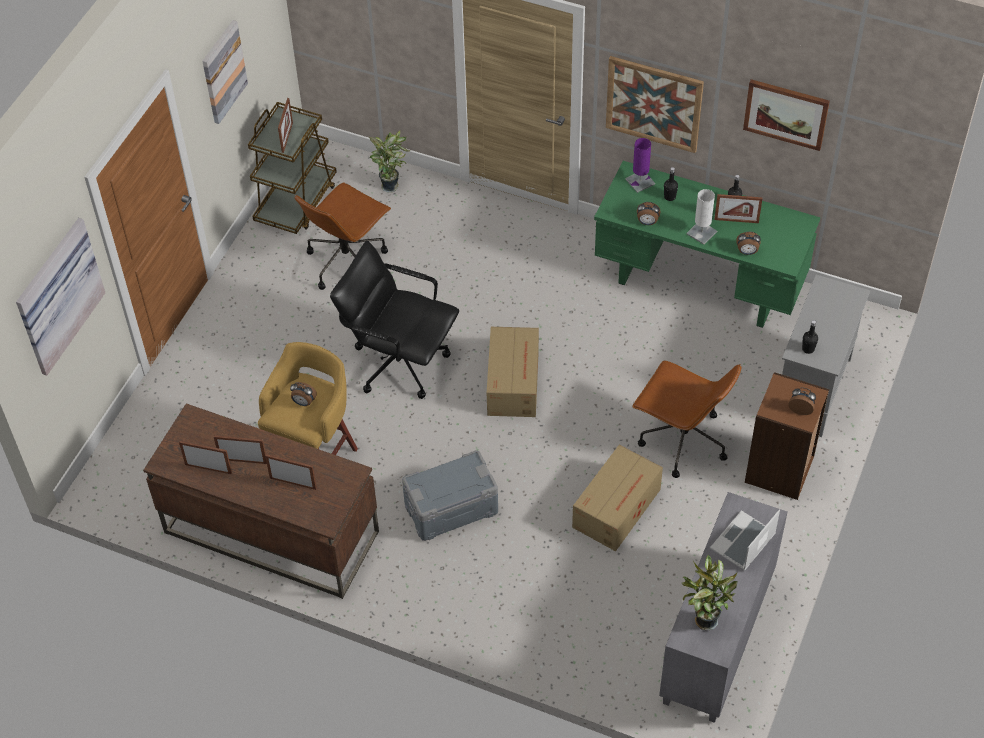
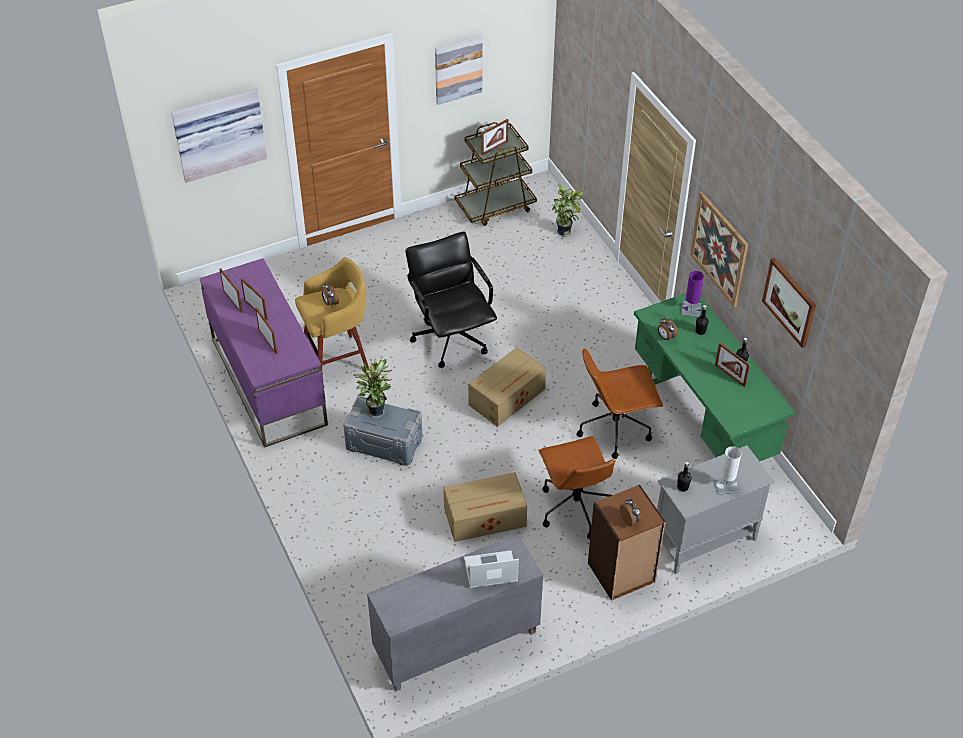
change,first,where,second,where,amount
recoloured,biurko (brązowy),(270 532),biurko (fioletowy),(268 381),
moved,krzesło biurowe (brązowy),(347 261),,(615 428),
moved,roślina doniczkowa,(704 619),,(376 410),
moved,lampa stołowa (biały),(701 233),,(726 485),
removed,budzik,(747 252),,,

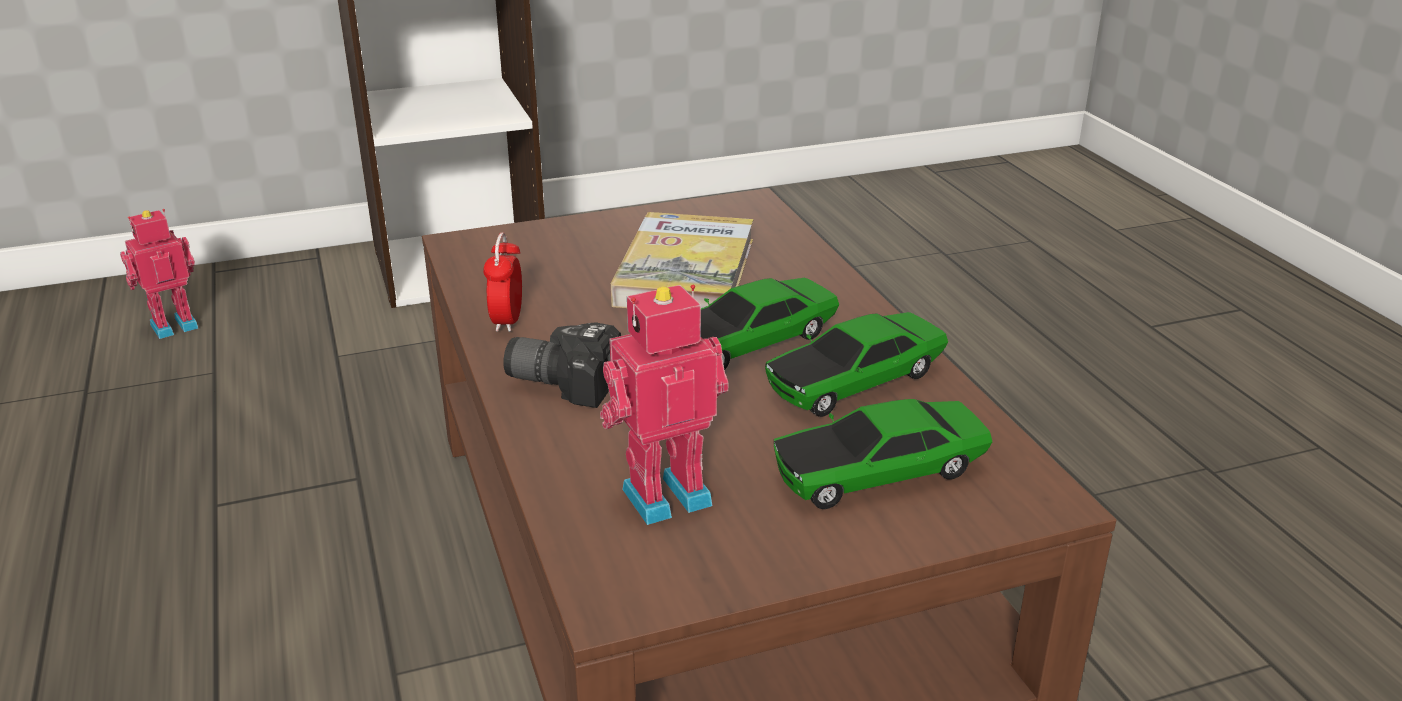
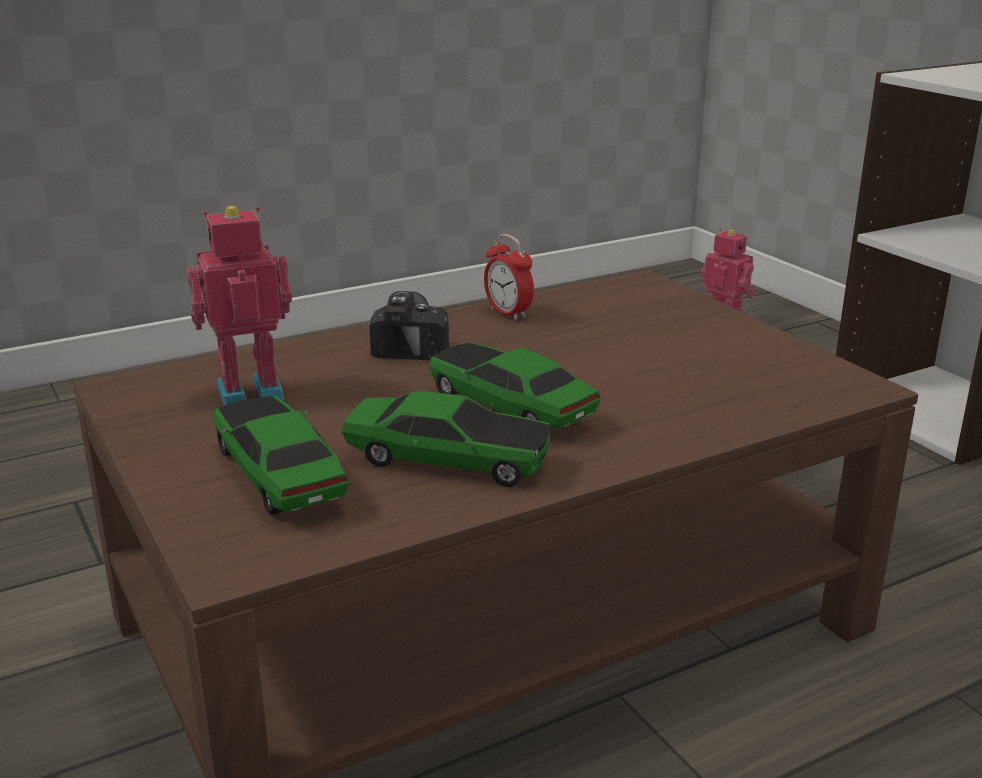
change,first,where,second,where,amount
turned,budzik,(507 321),,(508 313),120 degrees counterclockwise
turned,robot zabawkowy,(664 494),,(249 391),75 degrees counterclockwise
removed,książka,(685 271),,,
turned,samochodzik,(855 381),,(448 460),150 degrees clockwise

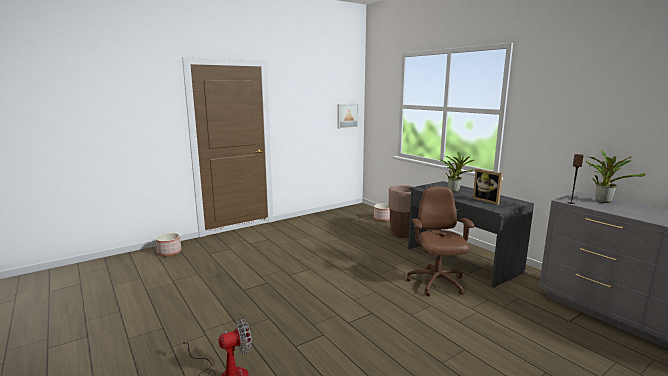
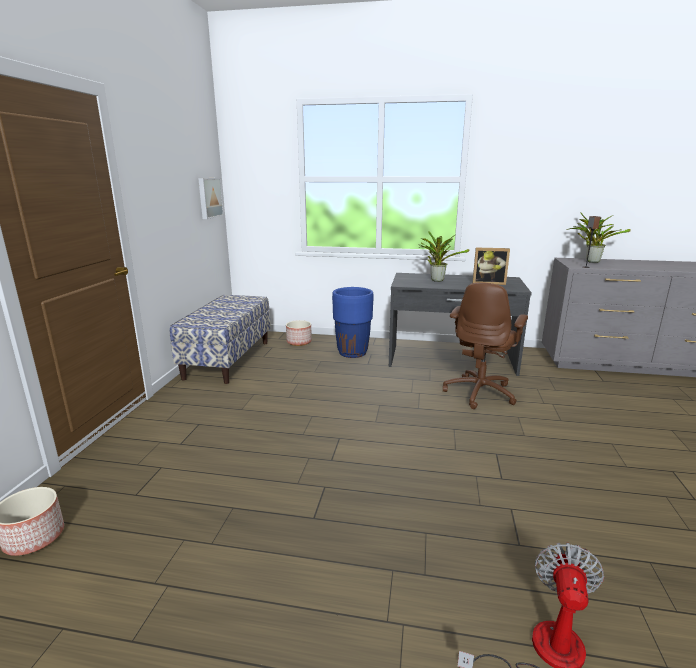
change,first,where,second,where,amount
recoloured,donica (brązowy),(401 234),donica (niebieski),(352 353),
turned,krzesło biurowe (brązowy),(436 283),,(480 392),105 degrees counterclockwise
added,,,ławka,(228 359),

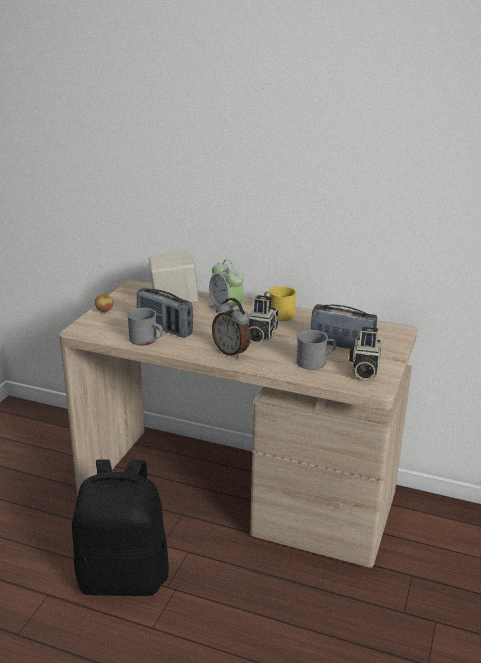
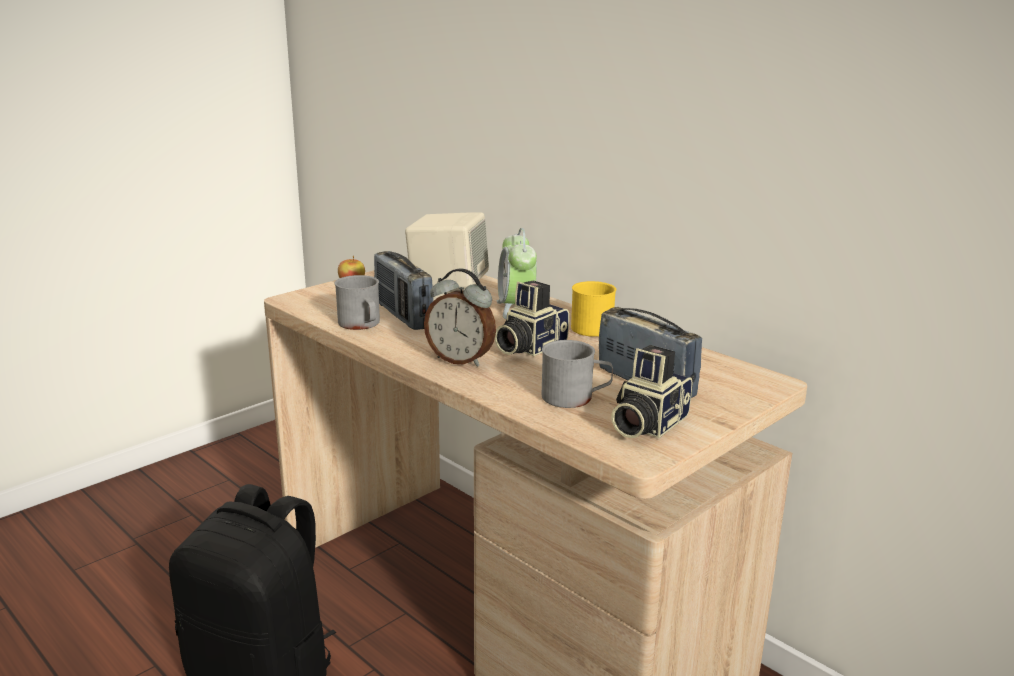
change,first,where,second,where,amount
turned,budzik,(231 352),,(461 360),45 degrees counterclockwise

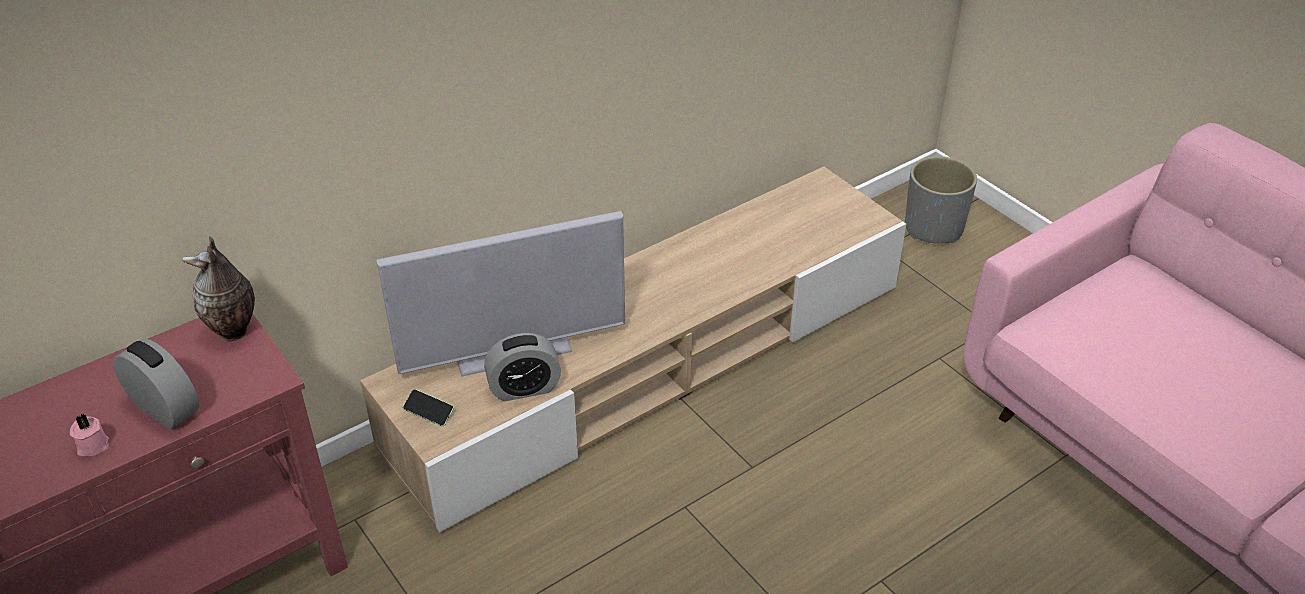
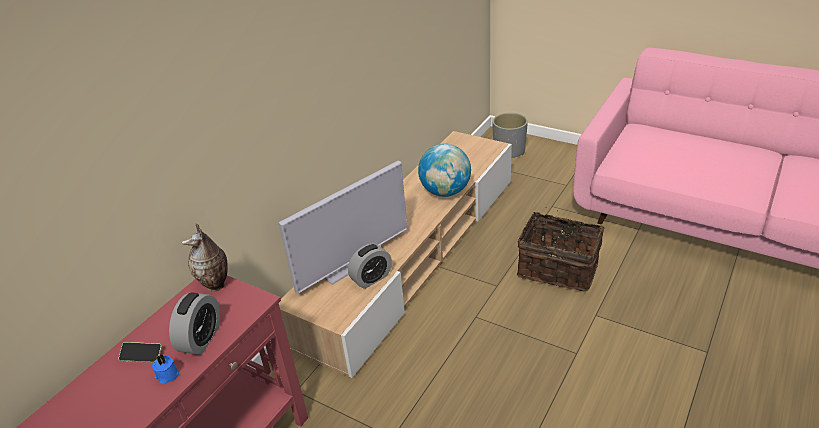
change,first,where,second,where,amount
recoloured,świeca (różowy),(92 445),świeca (niebieski),(167 375),
turned,budzik,(165 408),,(201 339),90 degrees clockwise
moved,telefon,(429 412),,(142 356),
added,,,globus,(445 192),
added,,,koszyk,(558 267),

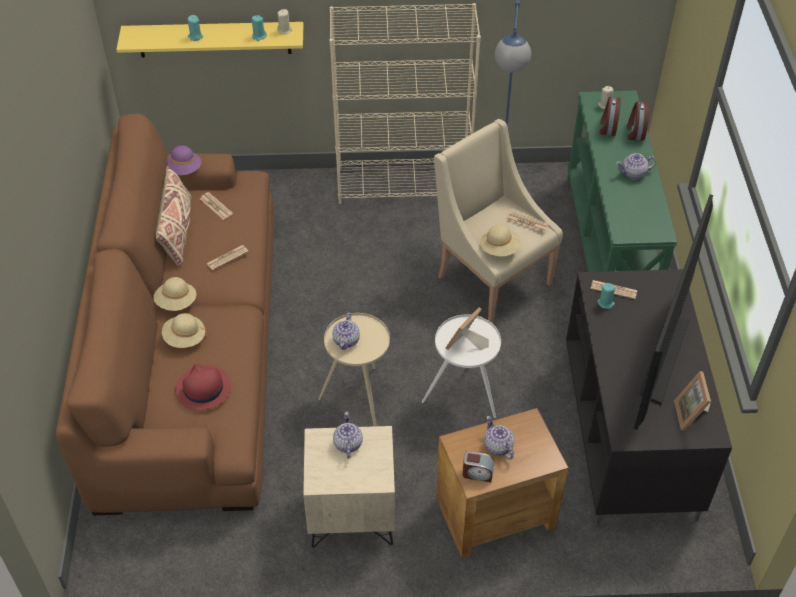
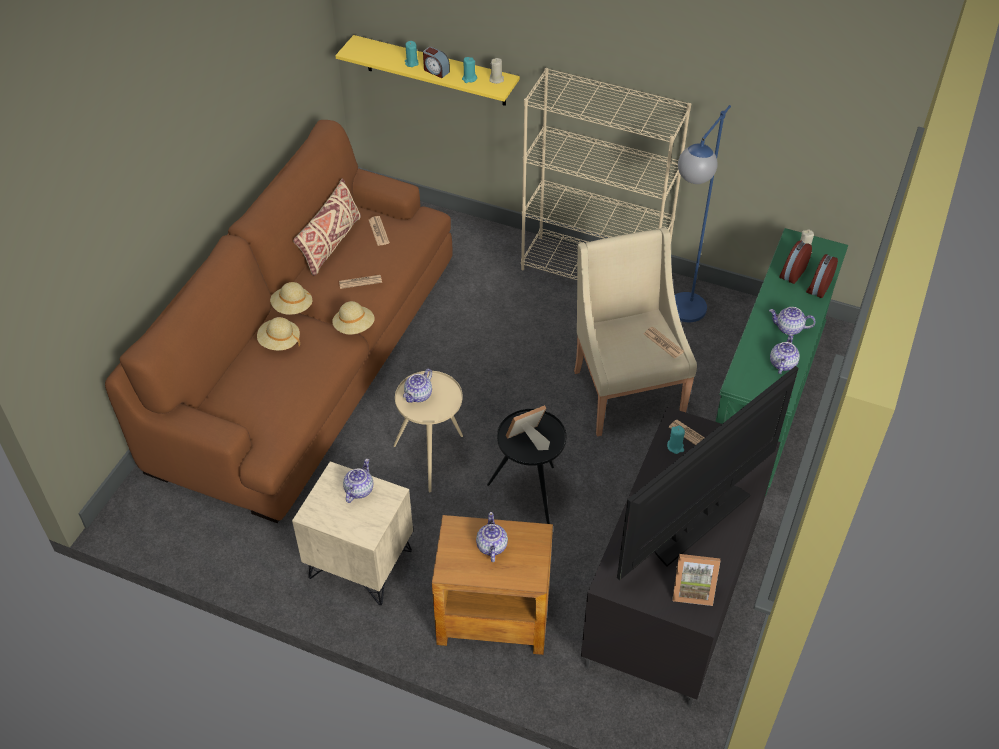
change,first,where,second,where,amount
removed,kapelusz (fioletowy),(183 170),,,
removed,kapelusz (czerwony),(203 388),,,
recoloured,stolik (biały),(463 397),stolik (czarny),(529 495),
moved,budzik,(477 473),,(436 71),
moved,kapelusz (beżowy),(500 249),,(354 327),
turned,ramka na zdjęcie,(692 415),,(692 589),105 degrees counterclockwise
added,,,imbryk,(782 363),

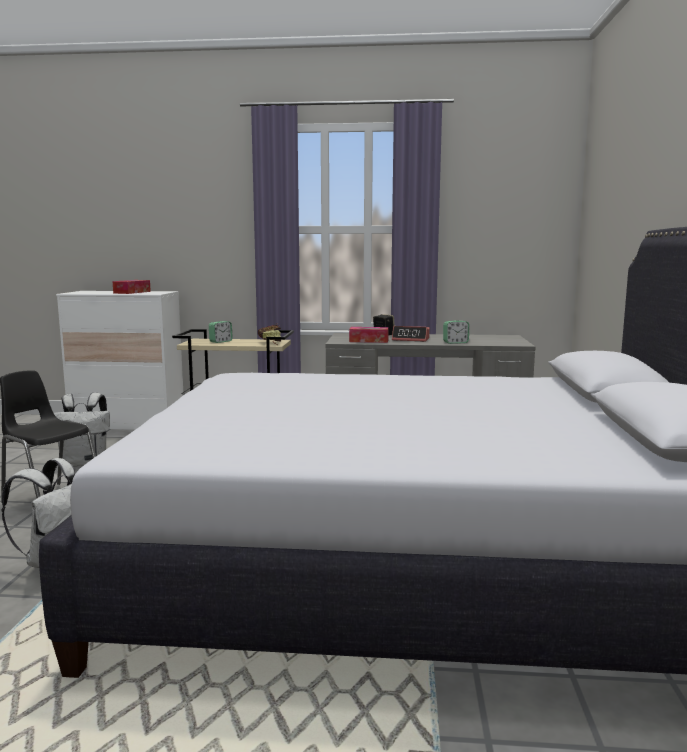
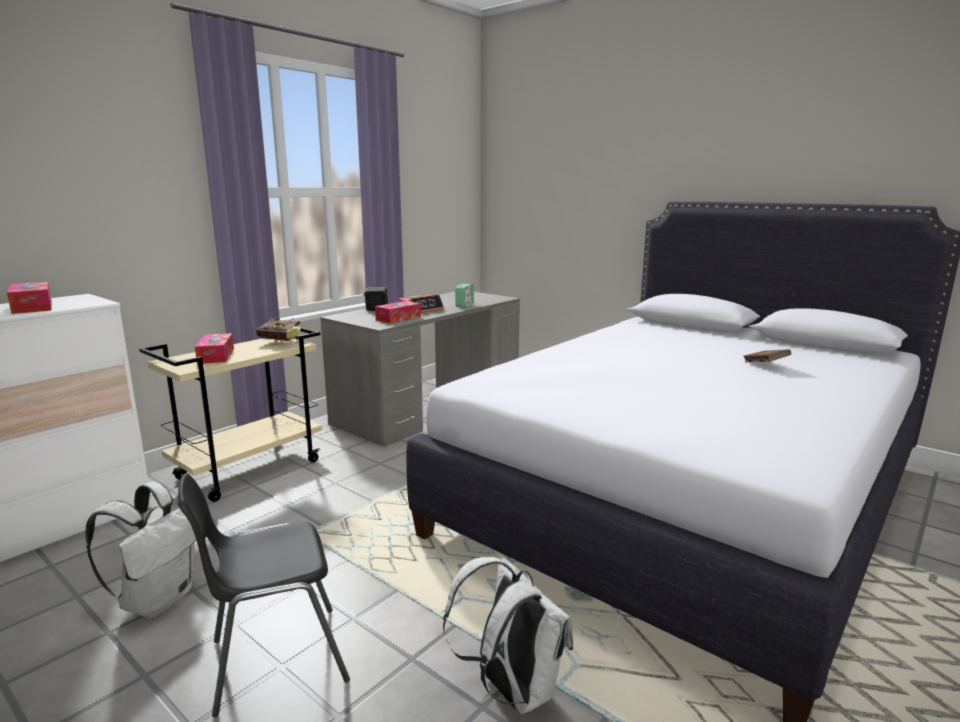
change,first,where,second,where,amount
replaced,budzik,(220 341),pudełko chusteczek,(216 356),
added,,,książka (brązowy),(765 366),

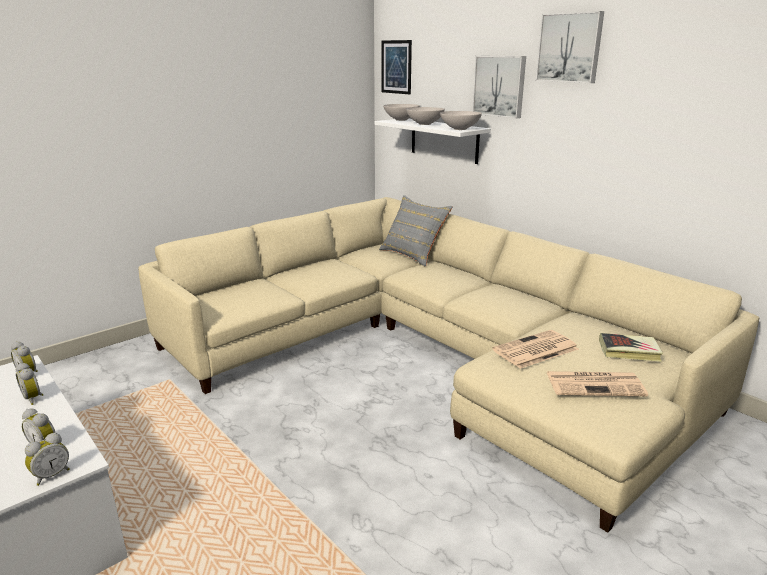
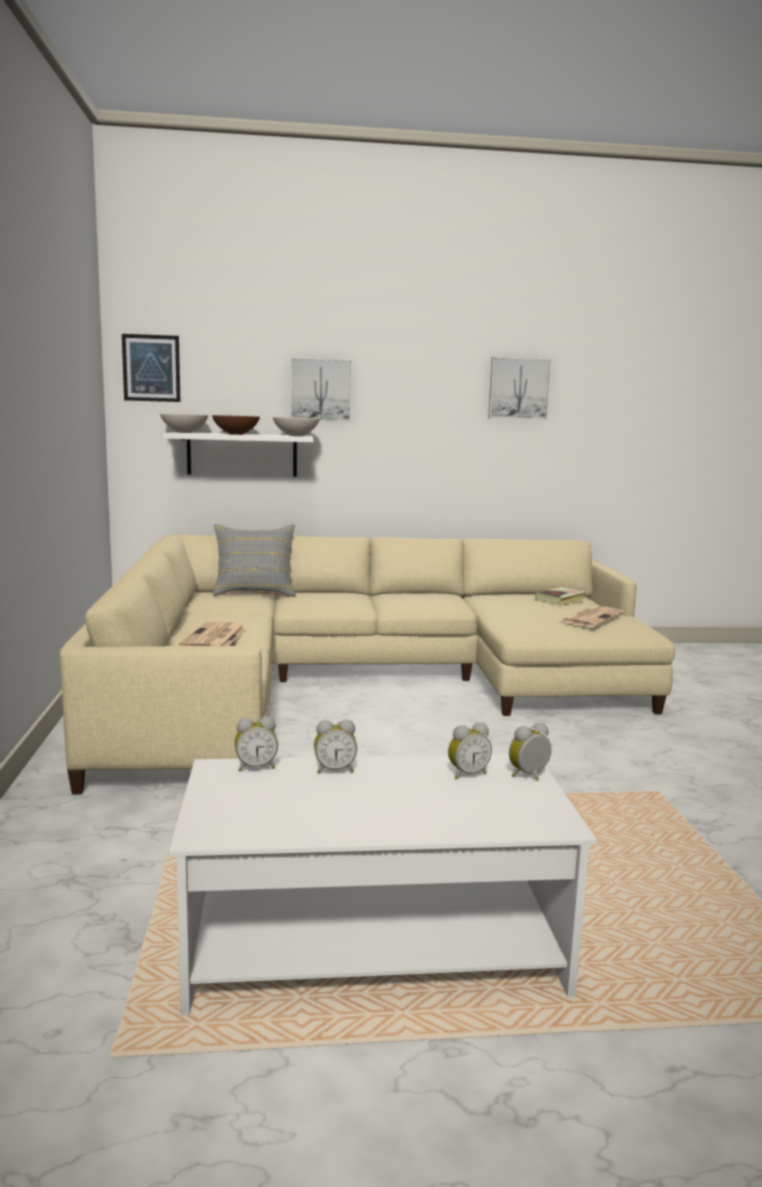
change,first,where,second,where,amount
turned,budzik,(51 475),,(530 776),105 degrees counterclockwise
recoloured,miska (biały),(424 124),miska (brązowy),(236 434),
moved,gazeta,(535 350),,(214 638),
moved,obraz,(570 48),,(518 388),

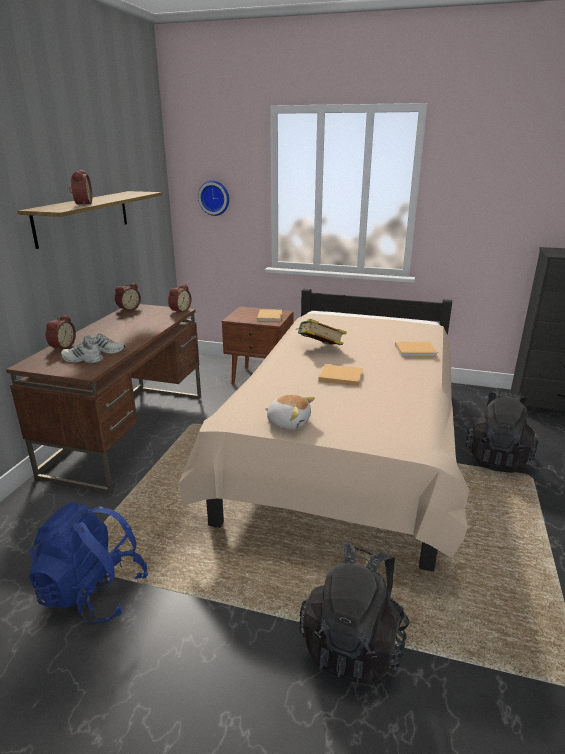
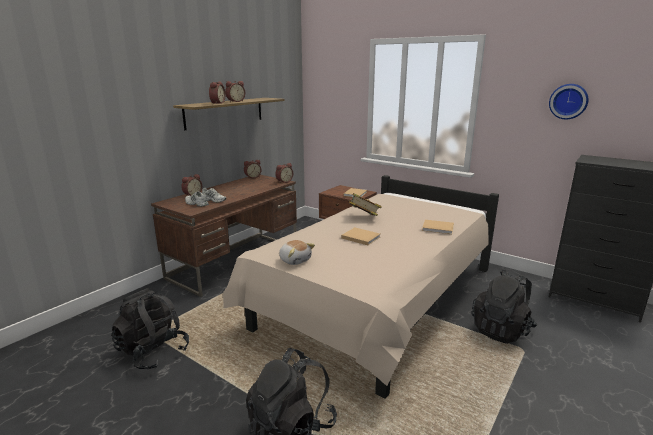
change,first,where,second,where,amount
recoloured,plecak (niebieski),(93 592),plecak (czarny),(153 352),
moved,zegar ścienny,(214 197),,(568 101),
added,,,budzik,(235 101),

